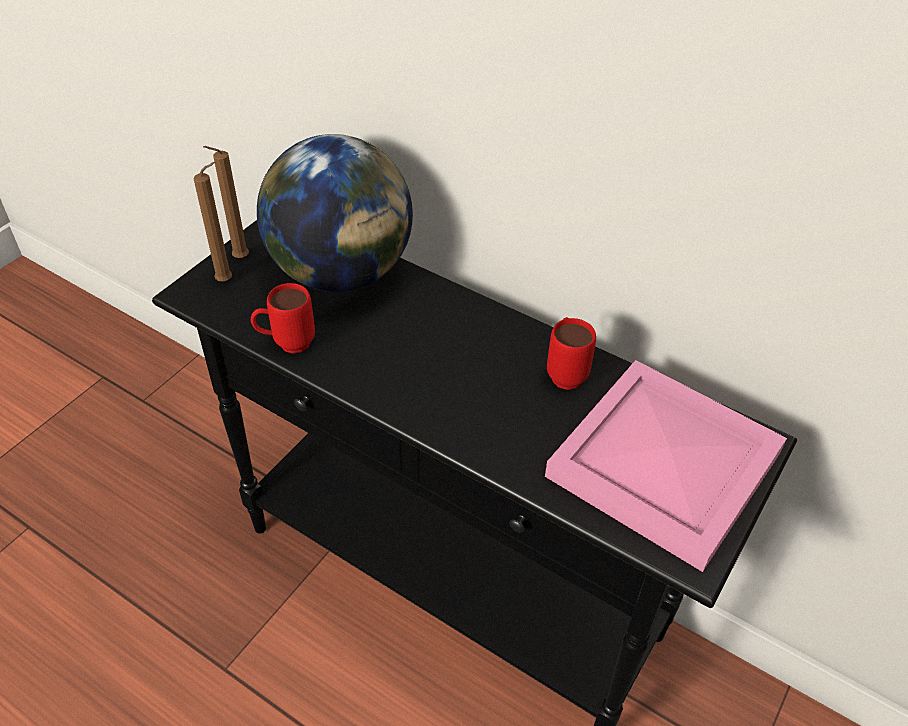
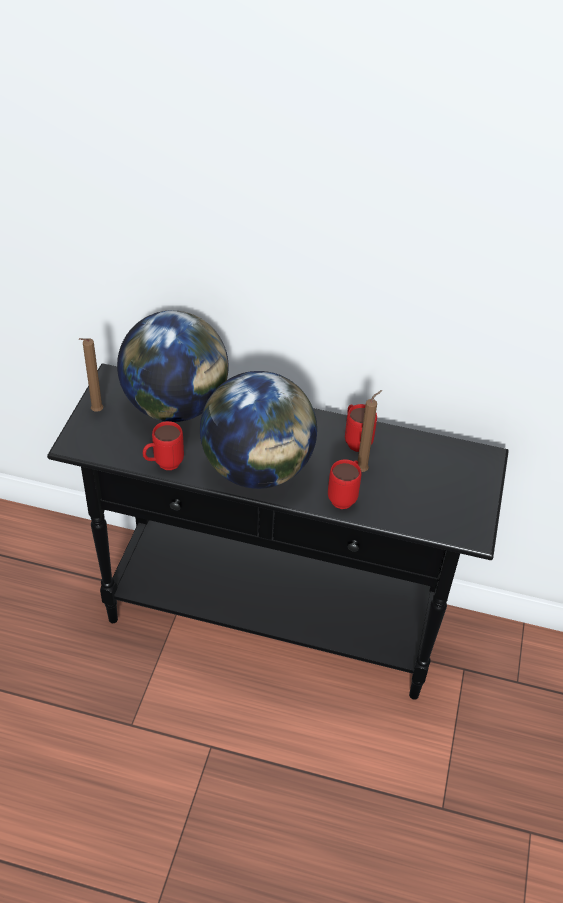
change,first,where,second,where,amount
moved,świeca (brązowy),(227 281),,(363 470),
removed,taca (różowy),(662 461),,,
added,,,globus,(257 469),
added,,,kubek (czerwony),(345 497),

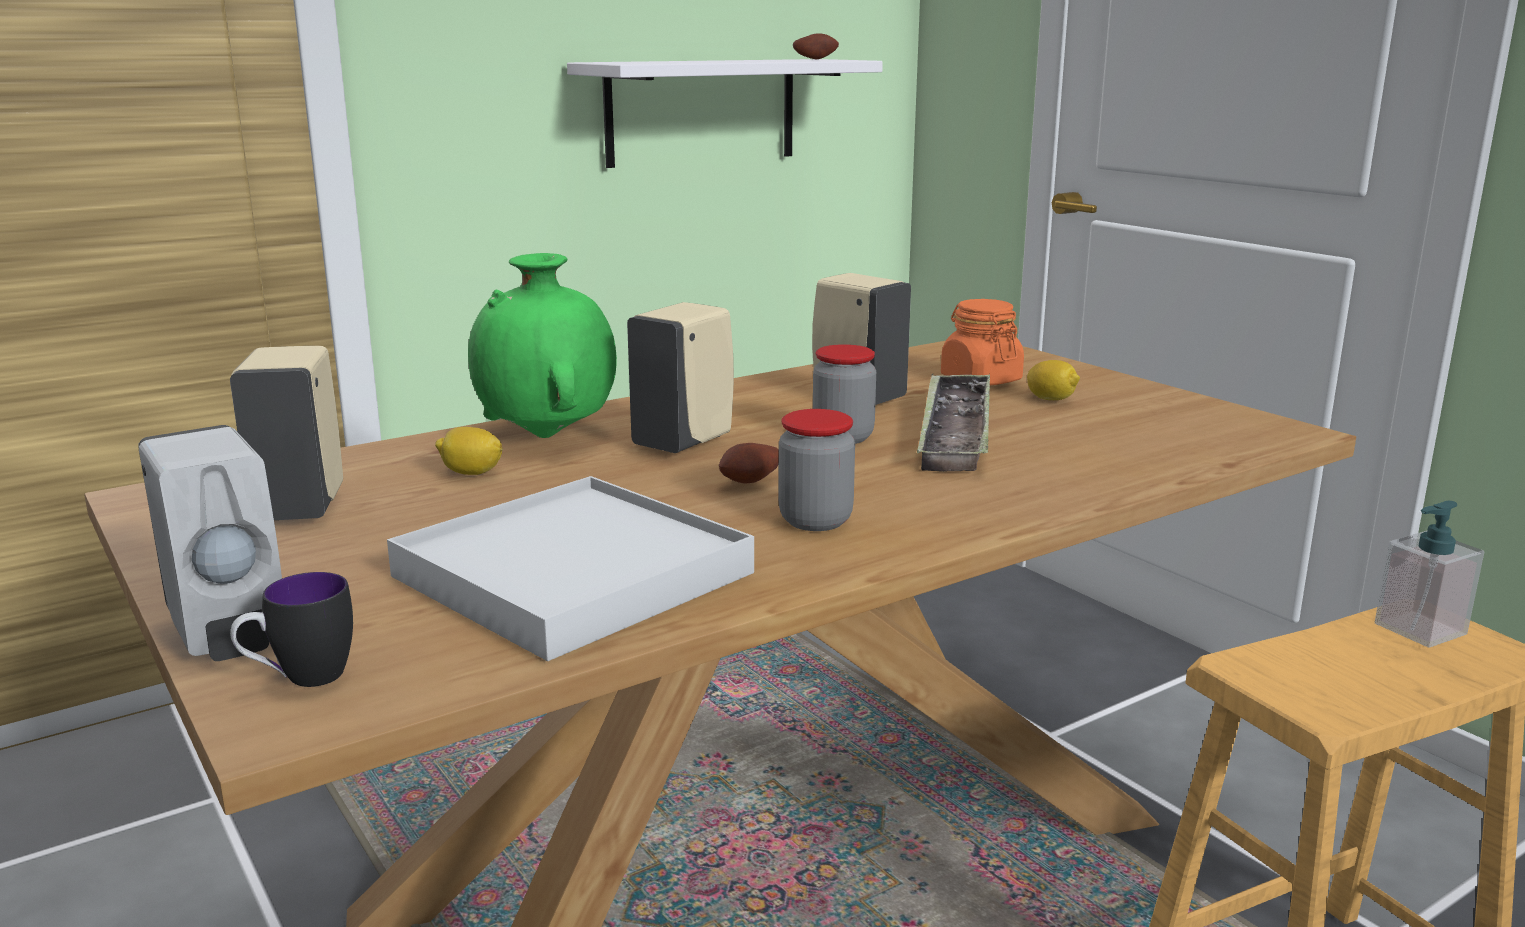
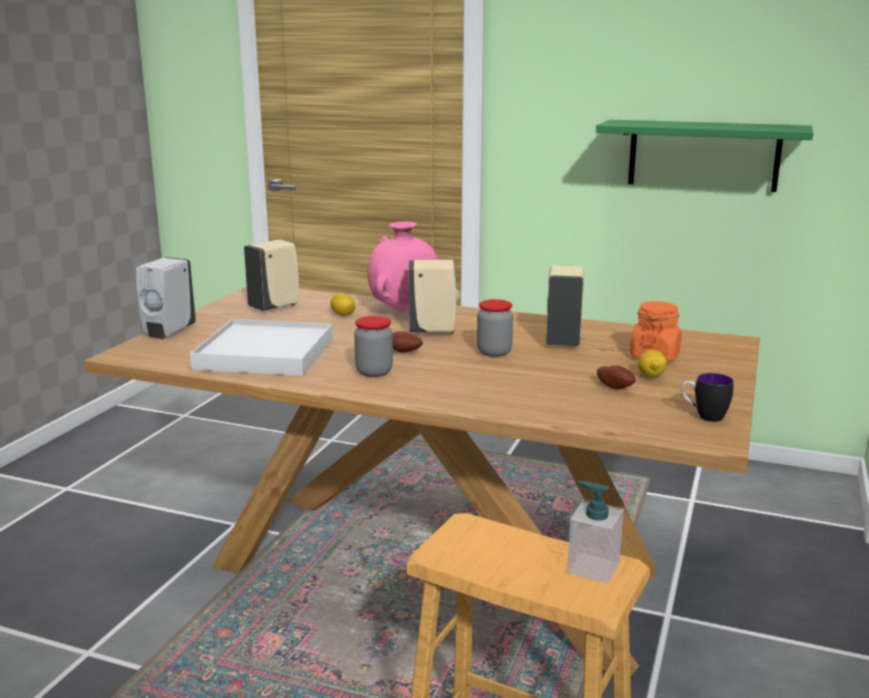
change,first,where,second,where,amount
moved,kubek,(300 679),,(704 416),
recoloured,wazon (zielony),(547 436),wazon (różowy),(403 312),
recoloured,półka (biały),(701 111),półka (zielony),(703 155),
moved,ziemniak,(815 59),,(615 387),
removed,taca,(955 431),,,

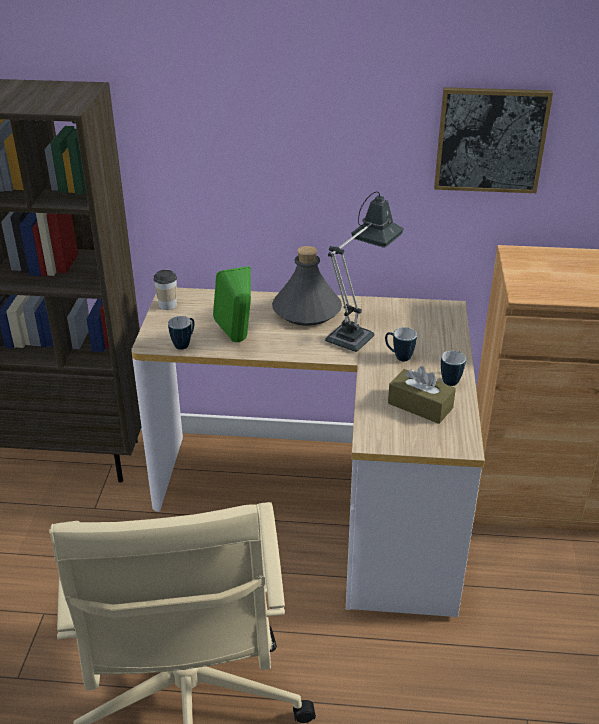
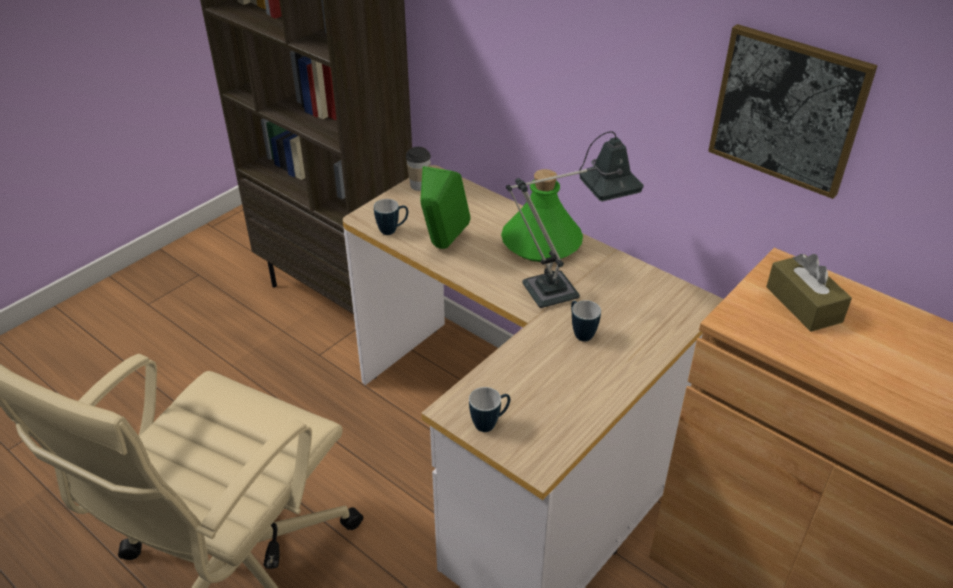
change,first,where,second,where,amount
recoloured,butelka (szary),(306 311),butelka (zielony),(541 242),
moved,pudełko chusteczek (brązowy),(420 406),,(803 304),
moved,kubek,(452 379),,(490 423),

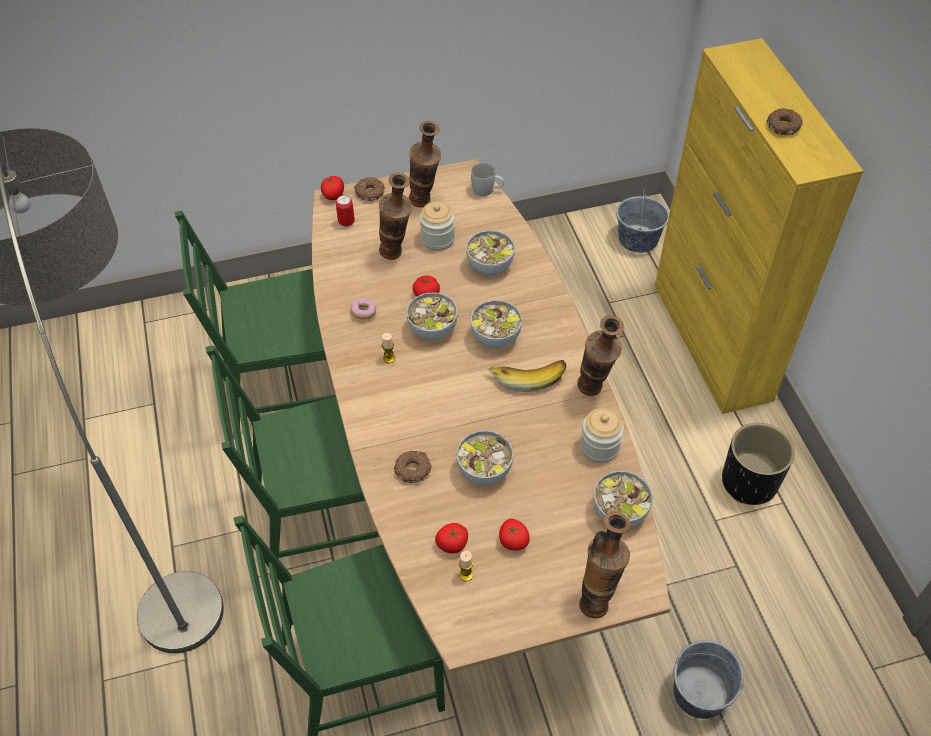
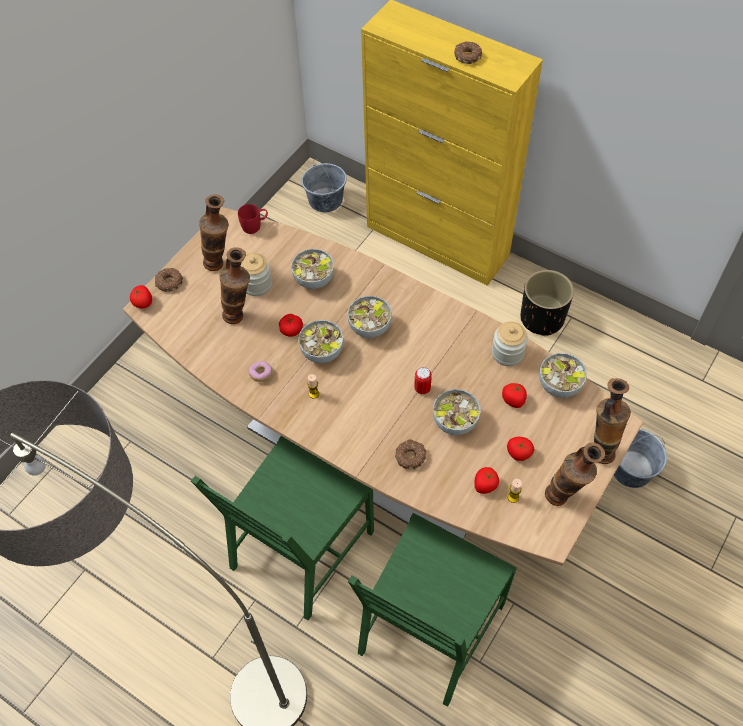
change,first,where,second,where,amount
removed,krzesło (zielony),(284 388),,,
moved,puszka,(346 222),,(422 389),
recoloured,kubek (biały),(487 190),kubek (czerwony),(255 225),
removed,banan,(527 376),,,
moved,wazon,(593 393),,(564 499),
added,,,pomidor,(513 400),

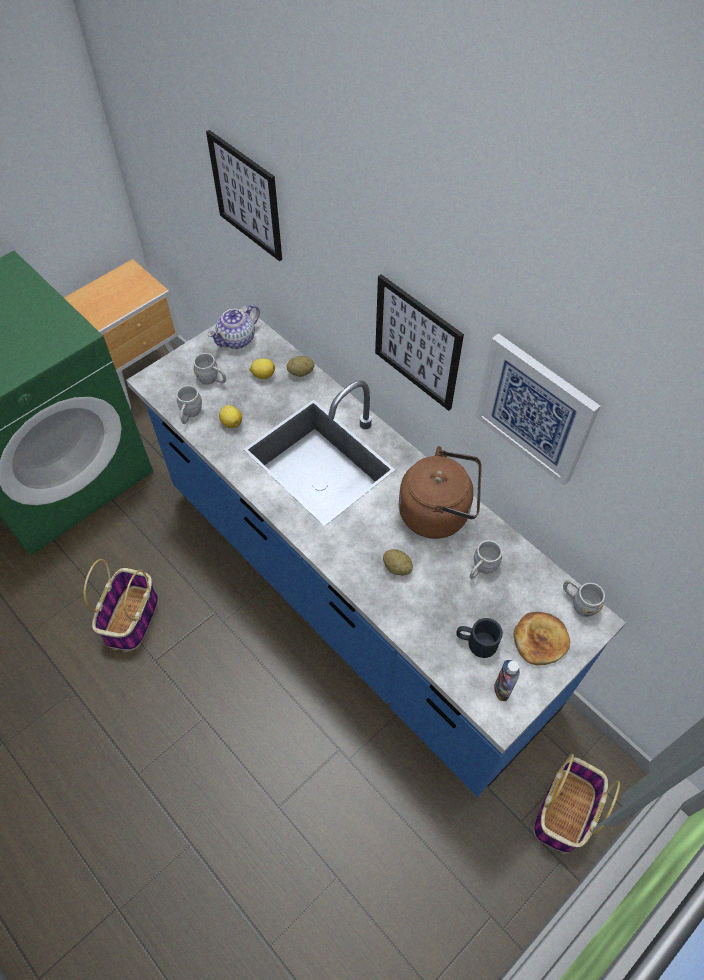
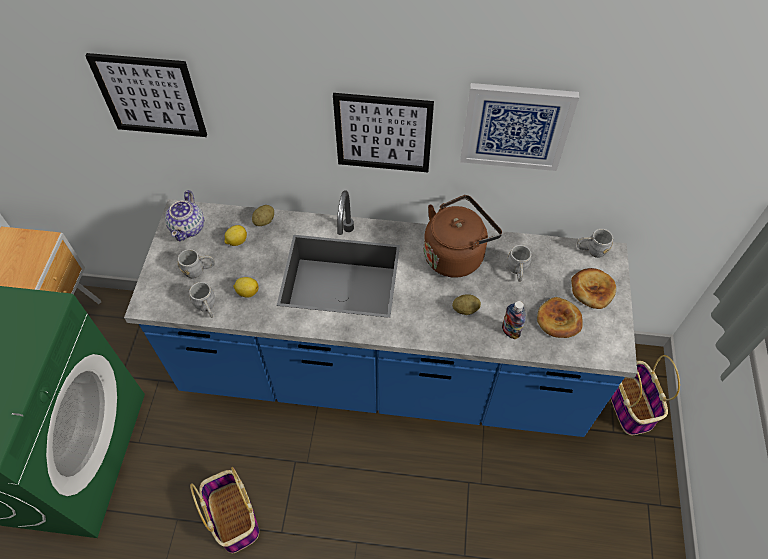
change,first,where,second,where,amount
replaced,kubek (czarny),(476 642),chleb,(558 320),
moved,butelka,(502 689),,(510 331),

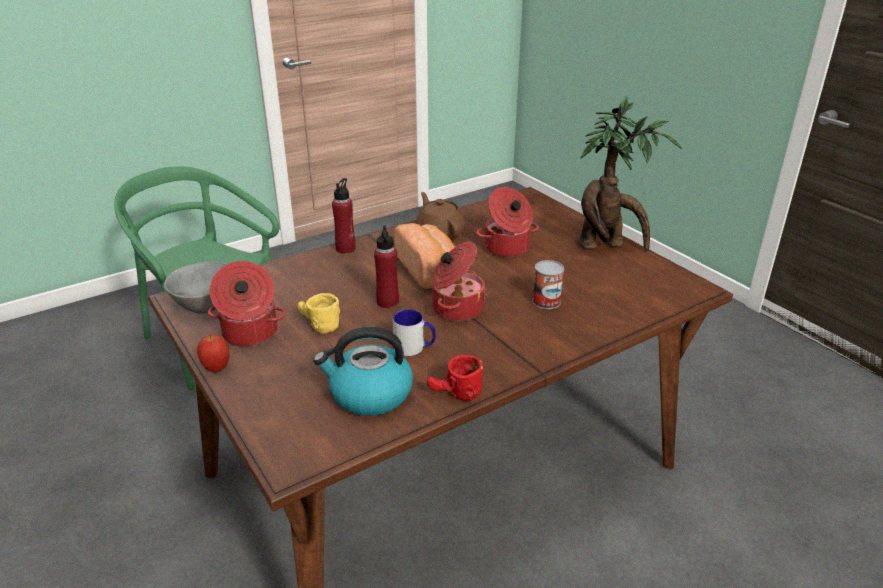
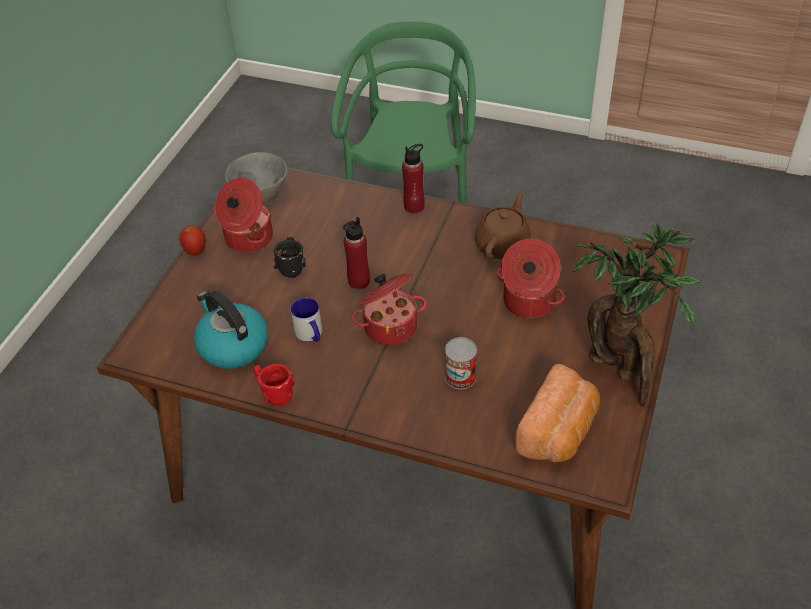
change,first,where,second,where,amount
recoloured,kubek (żółty),(317 325),kubek (czarny),(290 264),
moved,chleb,(429 270),,(559 431),

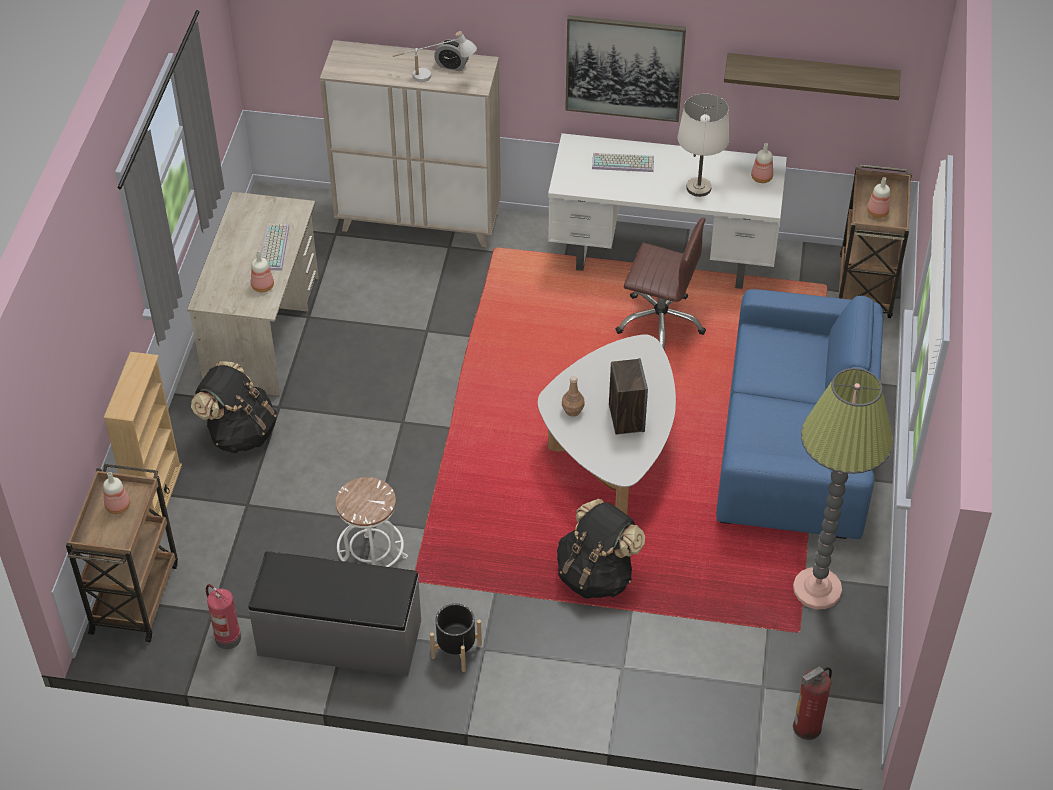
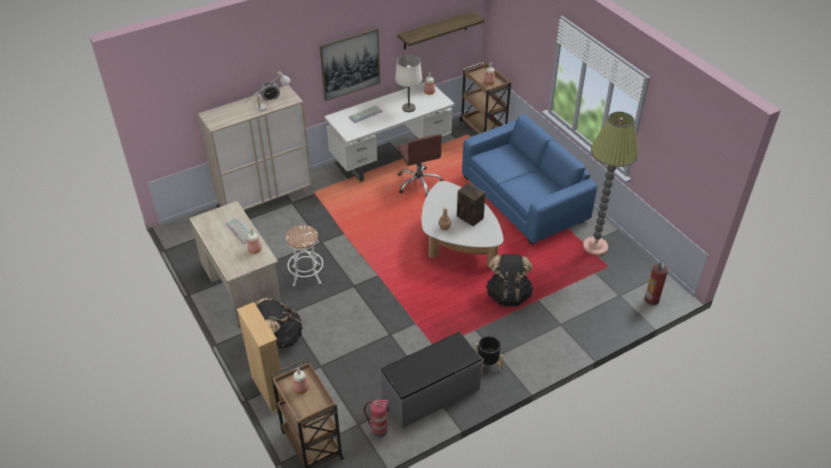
change,first,where,second,where,amount
moved,stołek (biały),(372 562),,(306 275),
turned,krzesło biurowe (brązowy),(660 322),,(419 183),90 degrees clockwise

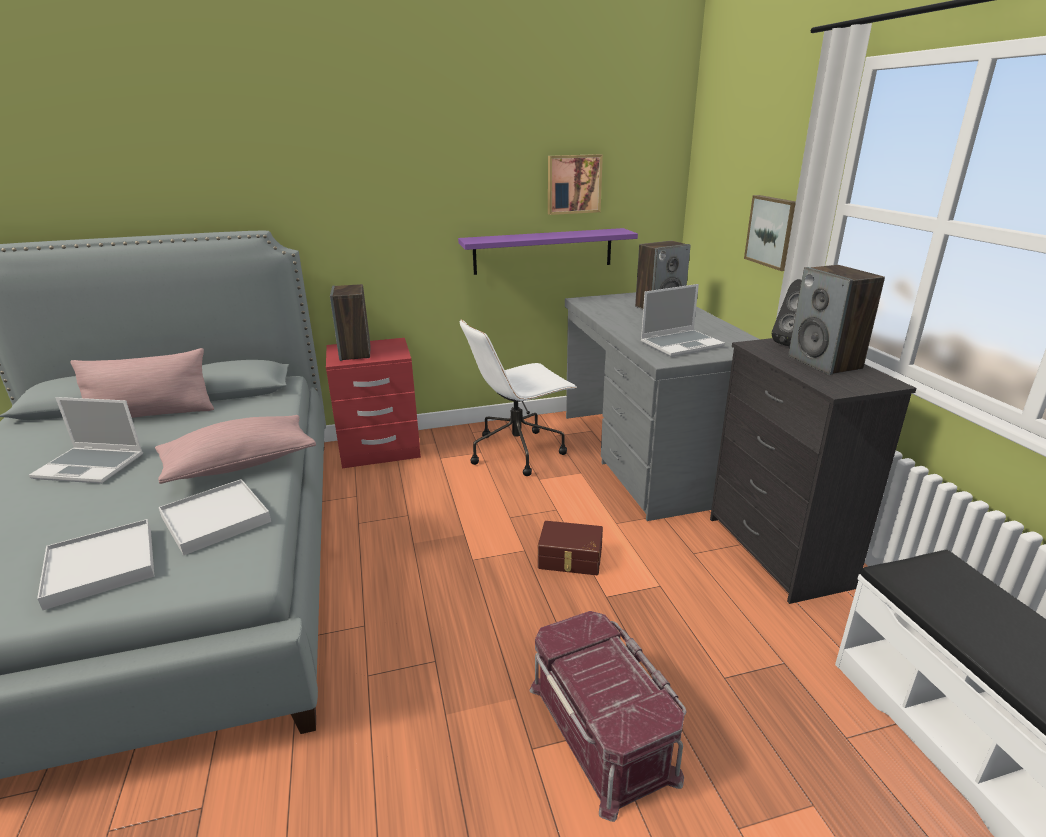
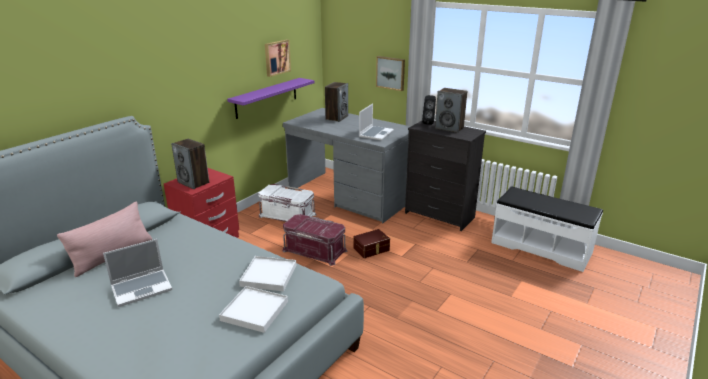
change,first,where,second,where,amount
removed,poduszka (różowy),(240 464),,,
replaced,krzesło biurowe (biały),(518 451),pojemnik do przechowywania (biały),(287 215),
moved,pojemnik do przechowywania (czerwony),(603 729),,(315 250),

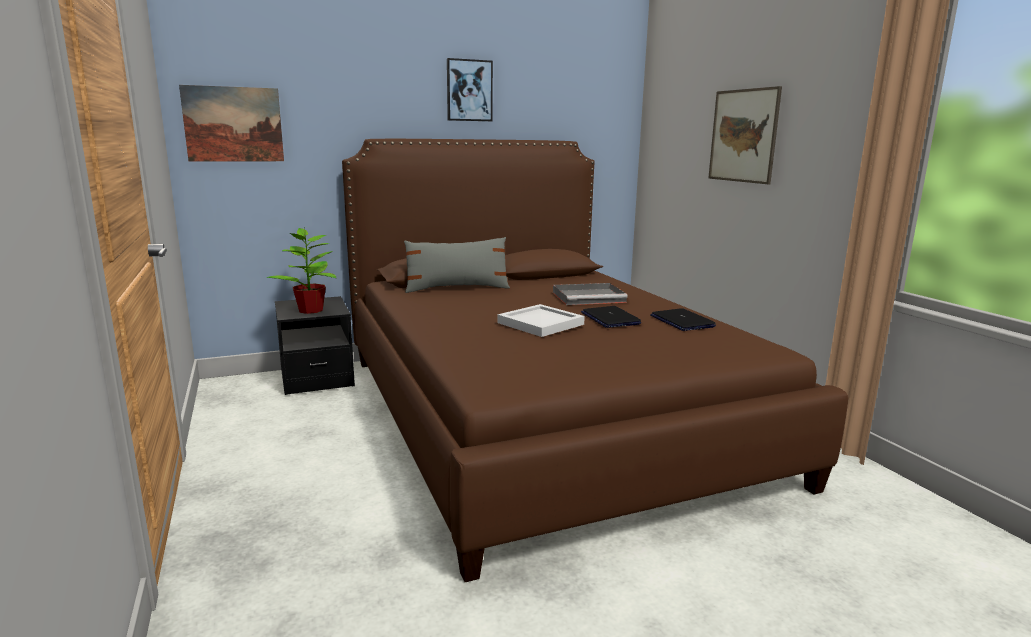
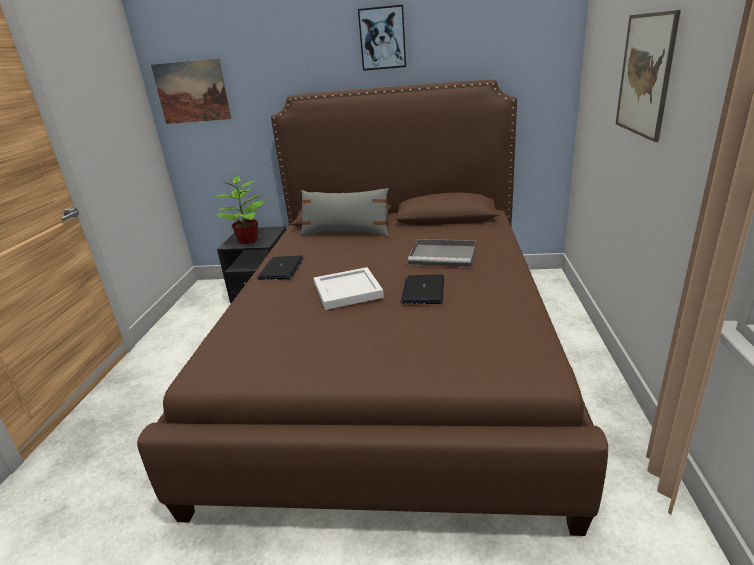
change,first,where,second,where,amount
moved,laptop,(681 321),,(281 269),

